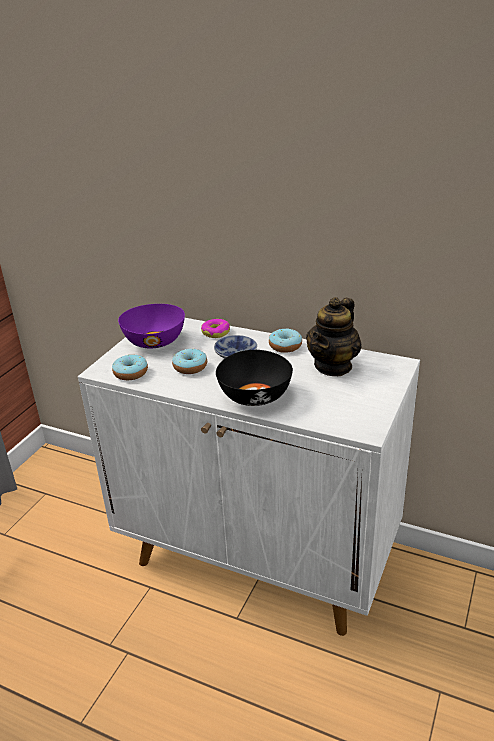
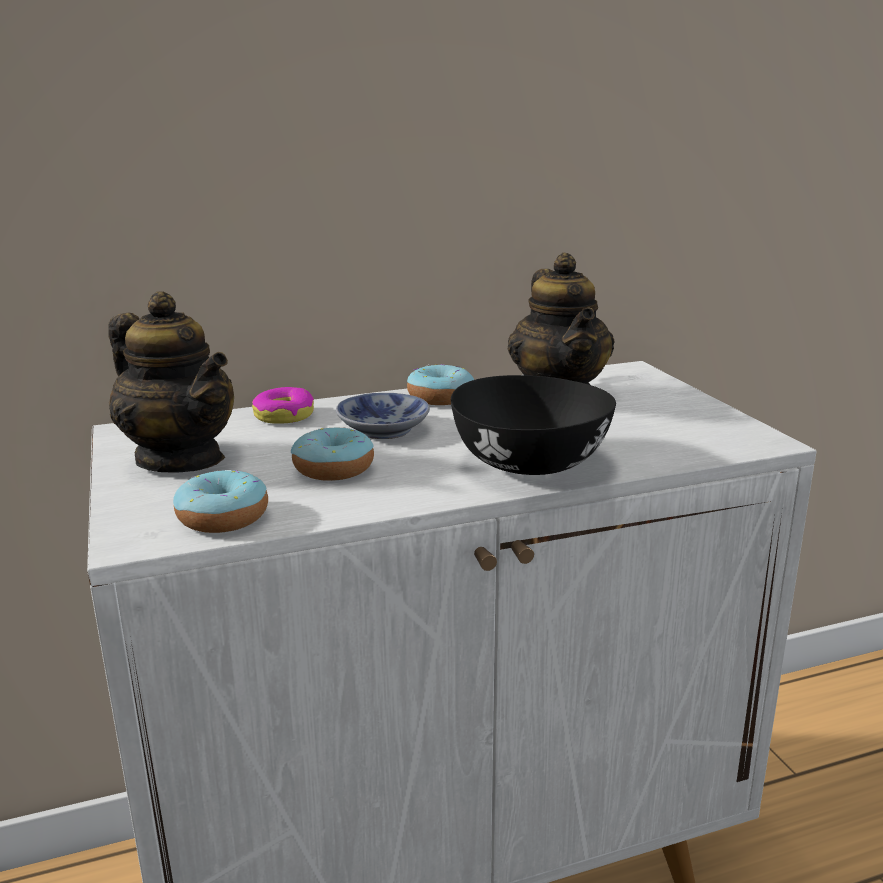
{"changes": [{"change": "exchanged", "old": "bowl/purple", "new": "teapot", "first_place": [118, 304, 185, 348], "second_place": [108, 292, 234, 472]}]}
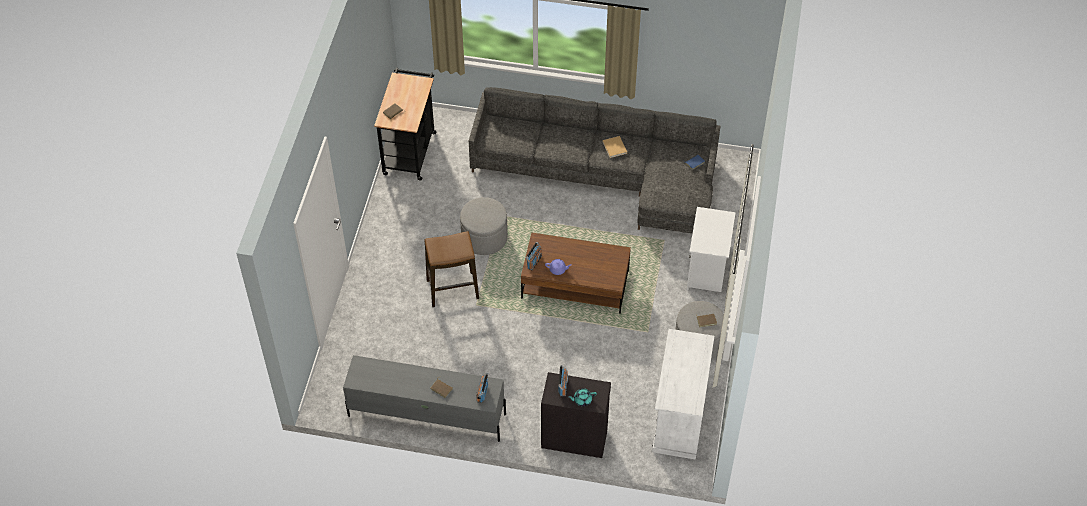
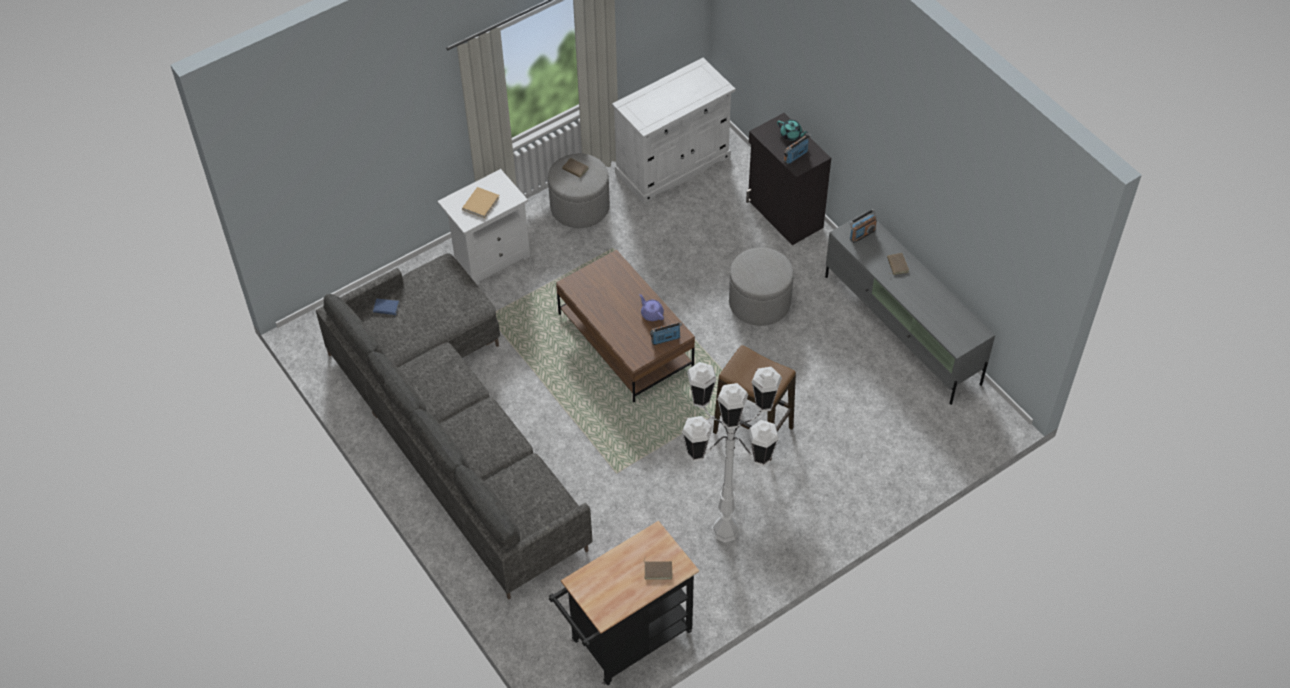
{"changes": [{"change": "relocated", "old": "book/beige", "first_place": [603, 136, 627, 158], "second_place": [462, 187, 500, 218]}, {"change": "relocated", "old": "ottoman/grey", "first_place": [460, 197, 508, 255], "second_place": [729, 248, 794, 326]}, {"change": "appeared", "new": "floor lamp/white", "second_place": [682, 362, 782, 543]}]}
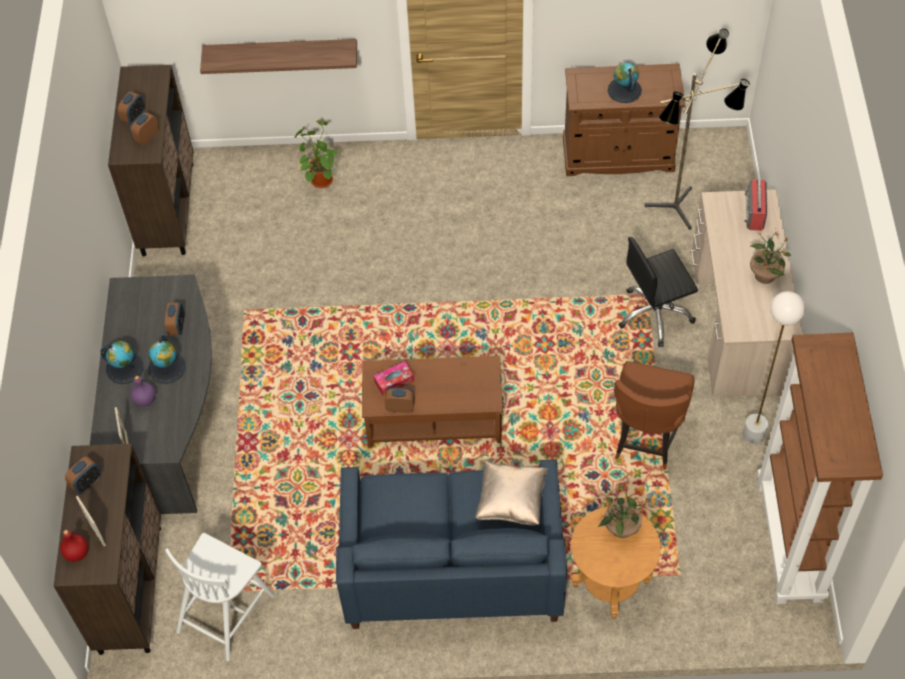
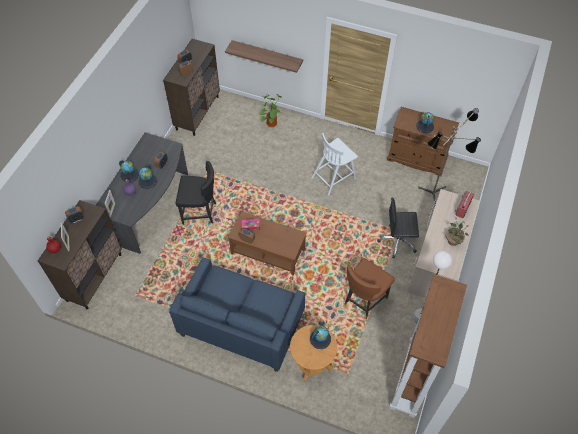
{"changes": [{"change": "missing", "old": "pillow/beige", "first_place": [475, 460, 549, 525]}, {"change": "exchanged", "old": "potted plant", "new": "globe", "first_place": [598, 487, 649, 538], "second_place": [310, 326, 331, 349]}, {"change": "relocated", "old": "chair/white", "first_place": [165, 533, 274, 661], "second_place": [311, 133, 358, 196]}, {"change": "appeared", "new": "chair/black", "second_place": [176, 161, 216, 225]}]}
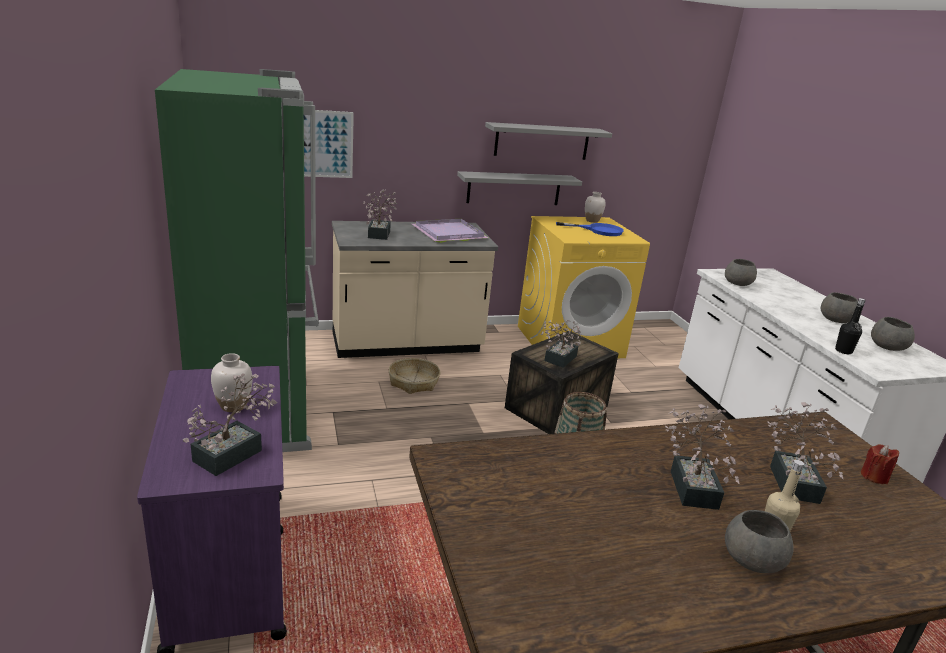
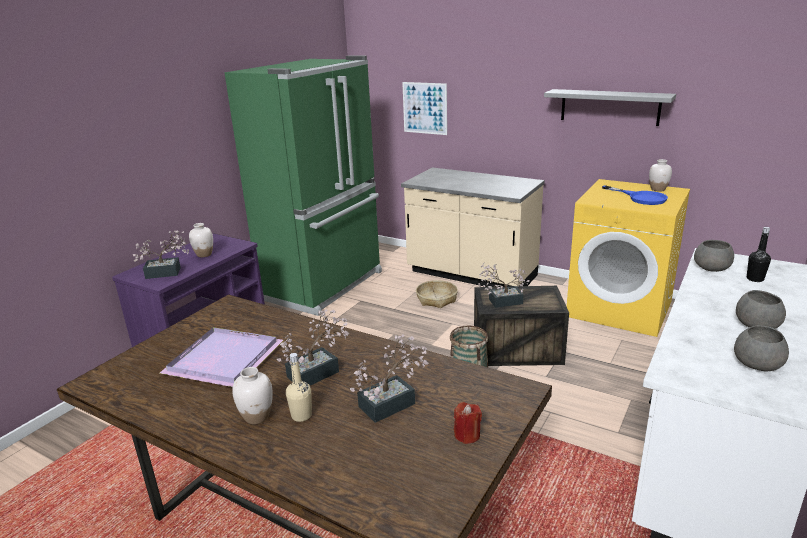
{"changes": [{"change": "missing", "old": "shelf/grey", "first_place": [457, 171, 582, 205]}, {"change": "missing", "old": "potted plant", "first_place": [364, 190, 397, 240]}, {"change": "relocated", "old": "tray/purple", "first_place": [412, 219, 488, 243], "second_place": [160, 327, 283, 387]}, {"change": "relocated", "old": "bottle/black", "first_place": [835, 298, 866, 354], "second_place": [747, 227, 771, 282]}, {"change": "exchanged", "old": "bowl/grey", "new": "vase/white", "first_place": [725, 510, 794, 573], "second_place": [232, 367, 273, 424]}]}
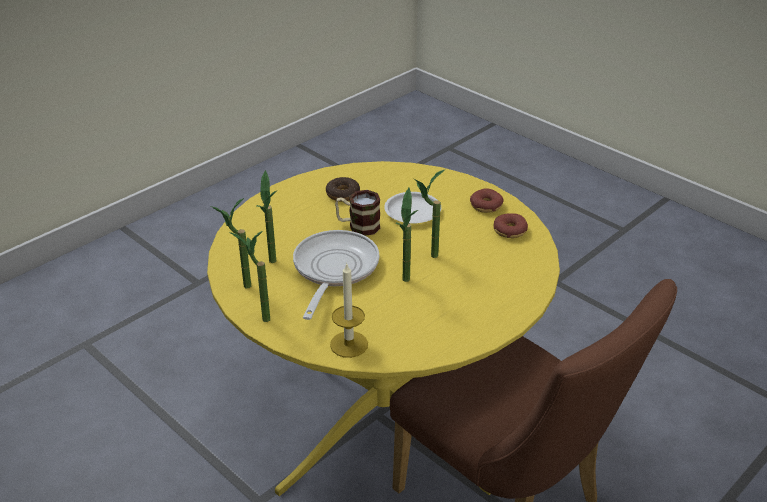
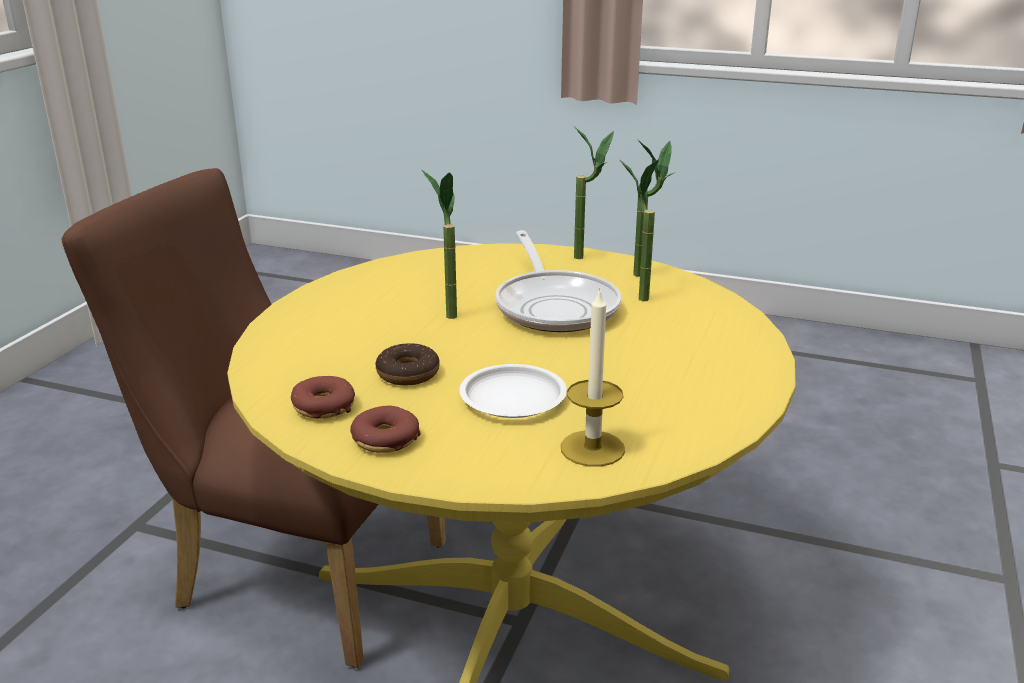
{"changes": [{"change": "missing", "old": "potted plant", "first_place": [414, 170, 444, 258]}, {"change": "relocated", "old": "donut", "first_place": [326, 177, 360, 202], "second_place": [376, 343, 440, 385]}, {"change": "missing", "old": "mug", "first_place": [335, 190, 381, 236]}, {"change": "relocated", "old": "candle", "first_place": [330, 263, 368, 358], "second_place": [561, 288, 625, 467]}]}
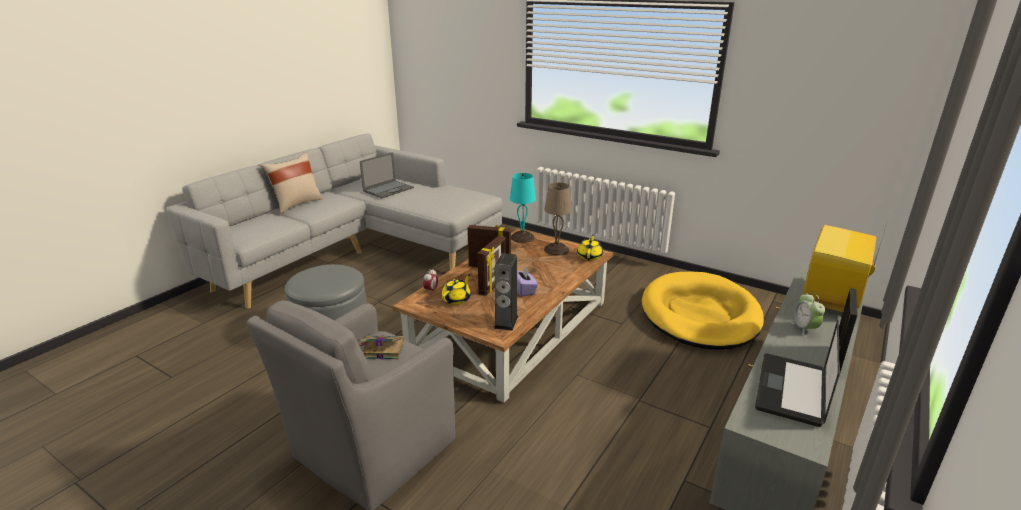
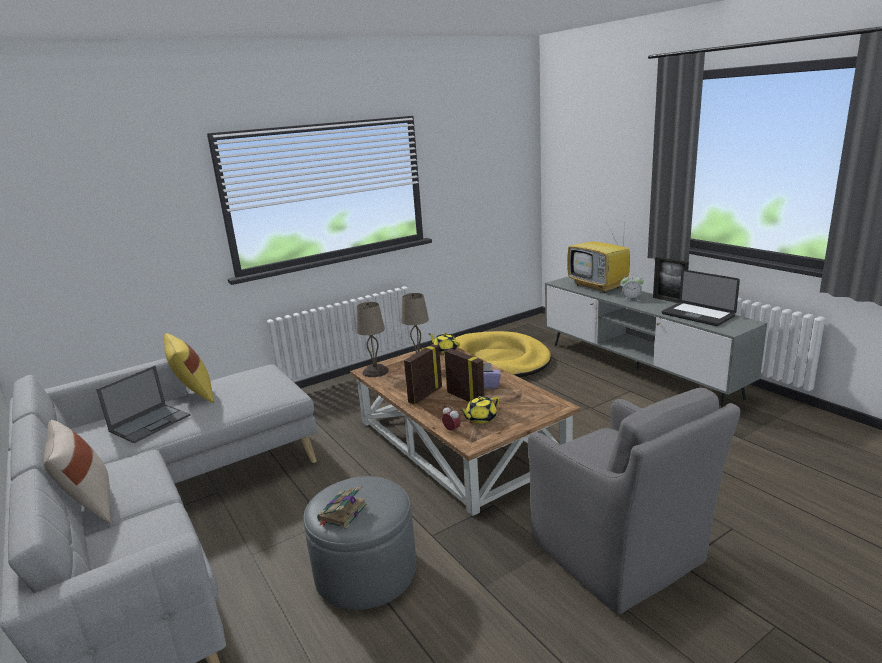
{"changes": [{"change": "spun", "old": "laptop", "first_place": [360, 152, 414, 198], "second_place": [96, 365, 190, 443], "degrees": 60}, {"change": "colour", "old": "table lamp/turquoise", "new": "table lamp/beige", "first_place": [510, 173, 536, 243], "second_place": [356, 302, 389, 377]}, {"change": "missing", "old": "speaker", "first_place": [494, 253, 518, 331]}, {"change": "spun", "old": "teapot/yellow", "first_place": [442, 274, 471, 305], "second_place": [460, 396, 499, 424], "degrees": -90}, {"change": "relocated", "old": "book", "first_place": [359, 336, 404, 359], "second_place": [317, 486, 367, 529]}, {"change": "appeared", "new": "pillow/yellow", "second_place": [164, 333, 214, 403]}]}
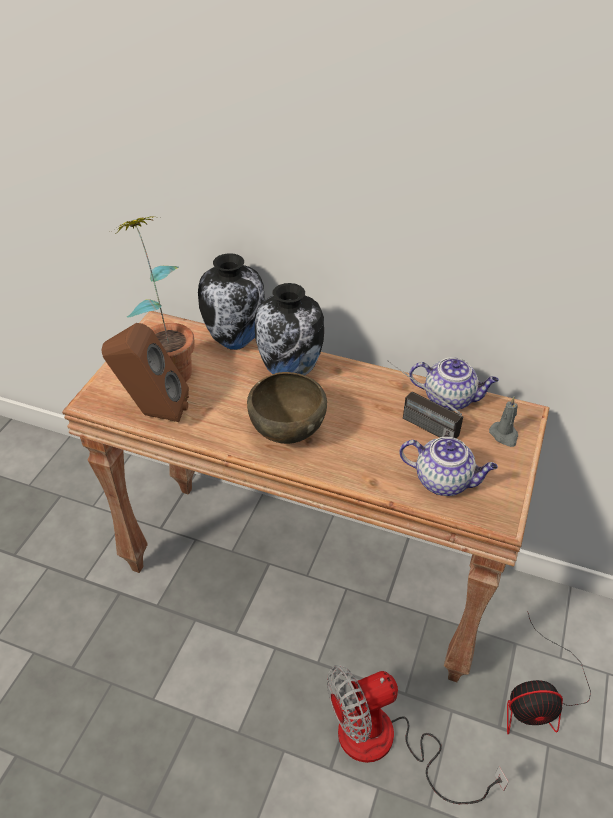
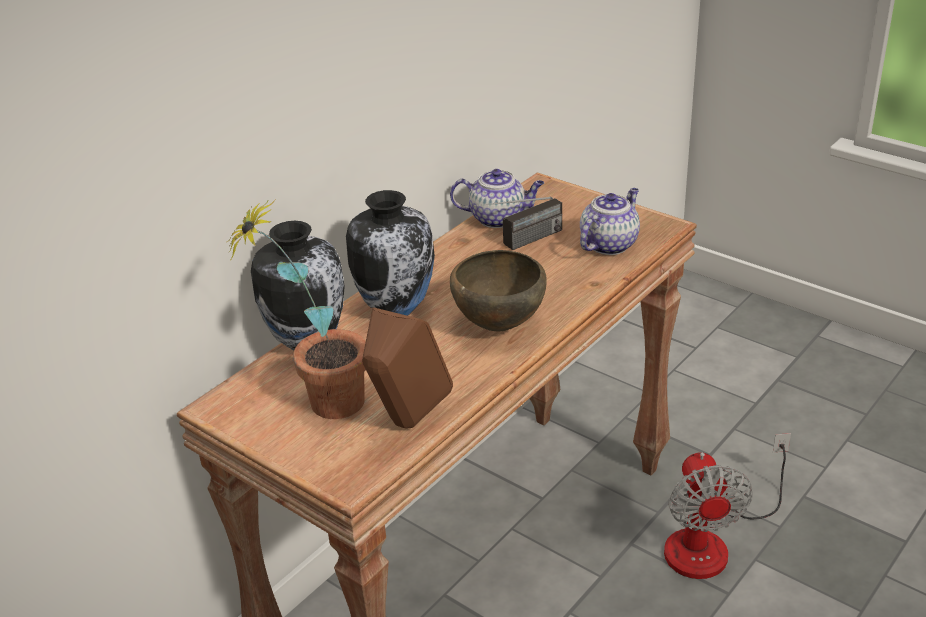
{"changes": [{"change": "spun", "old": "teapot", "first_place": [409, 357, 499, 411], "second_place": [450, 169, 544, 228], "degrees": 60}, {"change": "missing", "old": "candle/grey", "first_place": [489, 397, 518, 447]}, {"change": "missing", "old": "fan", "first_place": [507, 611, 591, 734]}]}
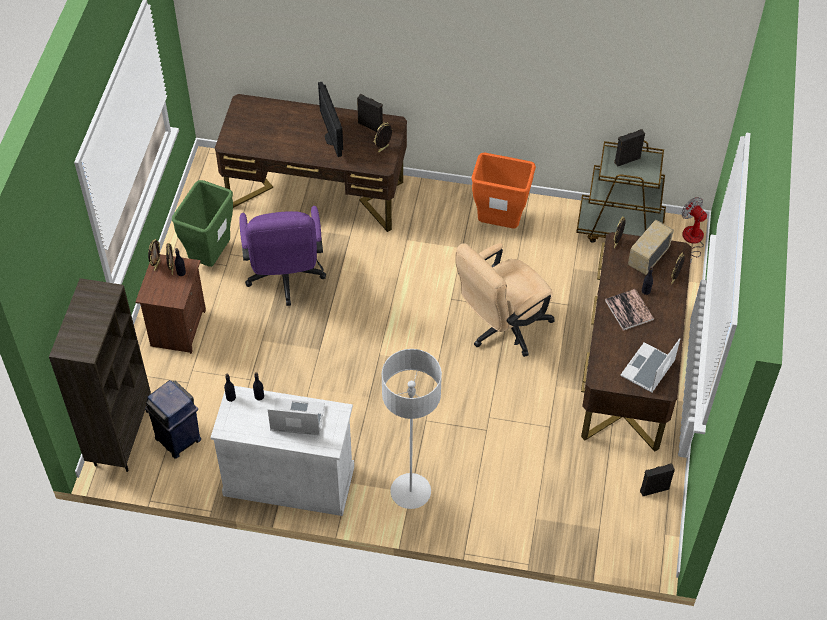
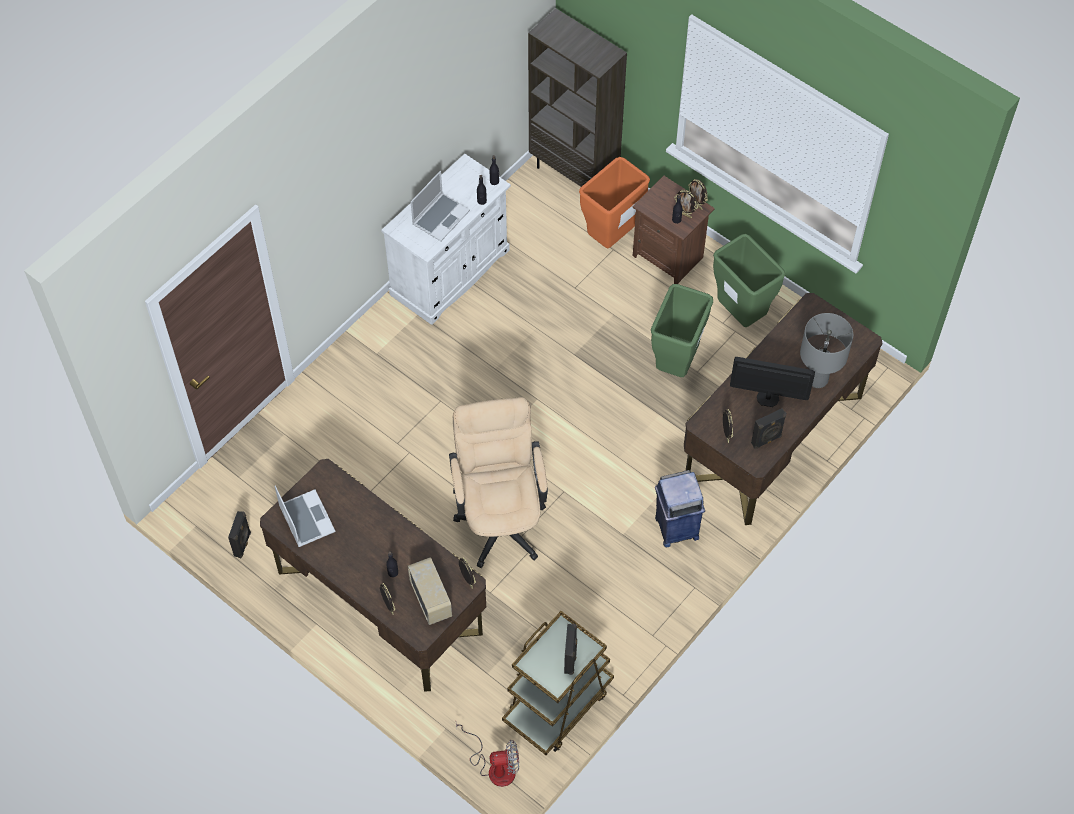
{"changes": [{"change": "relocated", "old": "trash can/orange", "first_place": [471, 153, 536, 229], "second_place": [579, 157, 650, 248]}, {"change": "exchanged", "old": "office chair/purple", "new": "trash can/green", "first_place": [239, 206, 326, 306], "second_place": [651, 284, 713, 377]}, {"change": "missing", "old": "book", "first_place": [605, 289, 654, 331]}, {"change": "missing", "old": "floor lamp/grey", "first_place": [382, 349, 442, 509]}, {"change": "relocated", "old": "trash can/blue", "first_place": [145, 380, 201, 459], "second_place": [655, 470, 705, 547]}, {"change": "appeared", "new": "table lamp/grey", "second_place": [800, 313, 853, 388]}]}
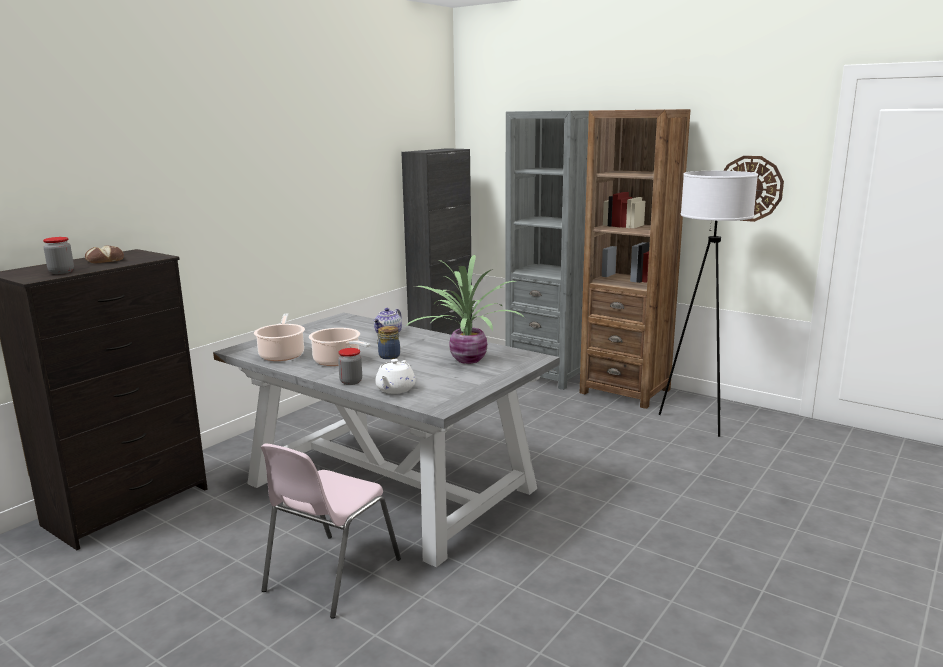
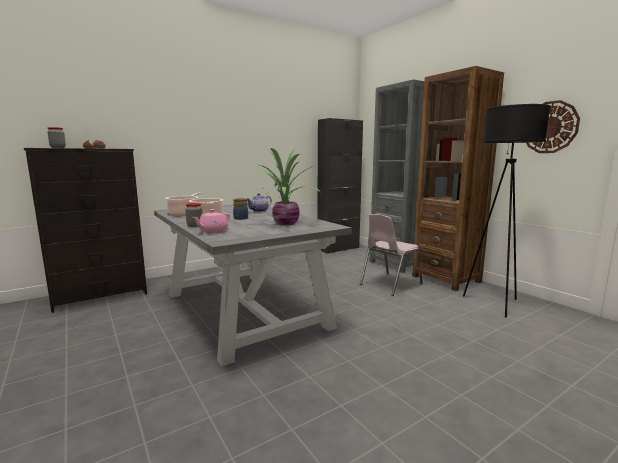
{"changes": [{"change": "colour", "old": "floor lamp/white", "new": "floor lamp/black", "first_place": [659, 171, 758, 437], "second_place": [463, 104, 550, 317]}, {"change": "colour", "old": "teapot/white", "new": "teapot/pink", "first_place": [375, 359, 416, 394], "second_place": [192, 209, 230, 233]}, {"change": "relocated", "old": "chair/pink", "first_place": [261, 443, 401, 619], "second_place": [360, 214, 423, 296]}]}
